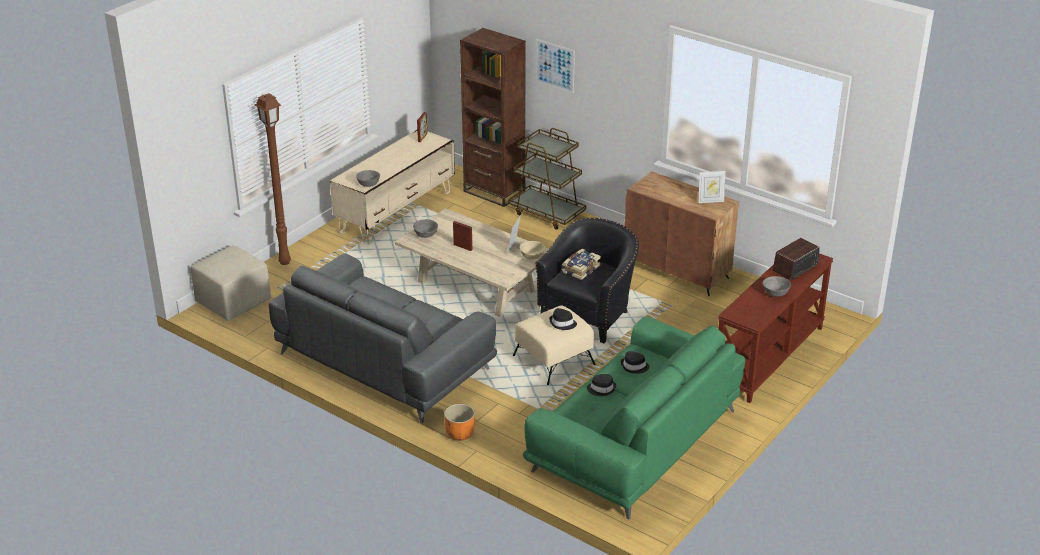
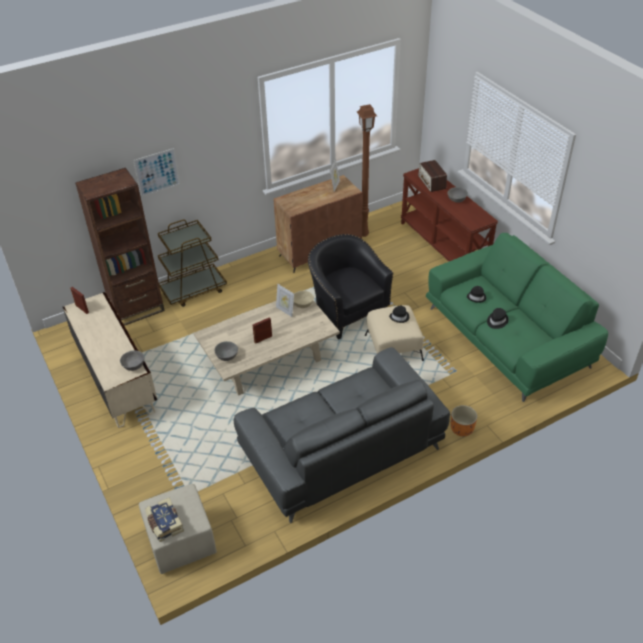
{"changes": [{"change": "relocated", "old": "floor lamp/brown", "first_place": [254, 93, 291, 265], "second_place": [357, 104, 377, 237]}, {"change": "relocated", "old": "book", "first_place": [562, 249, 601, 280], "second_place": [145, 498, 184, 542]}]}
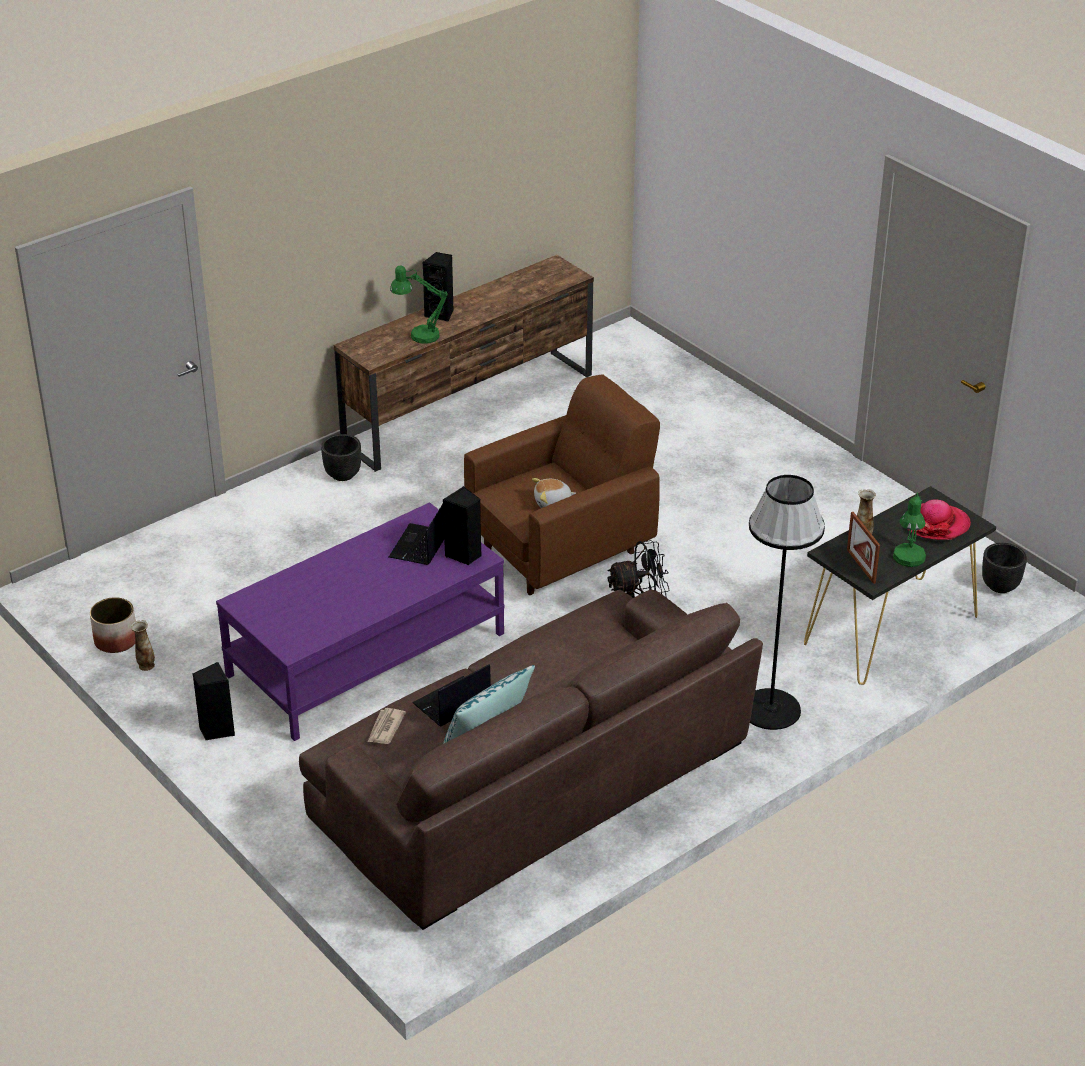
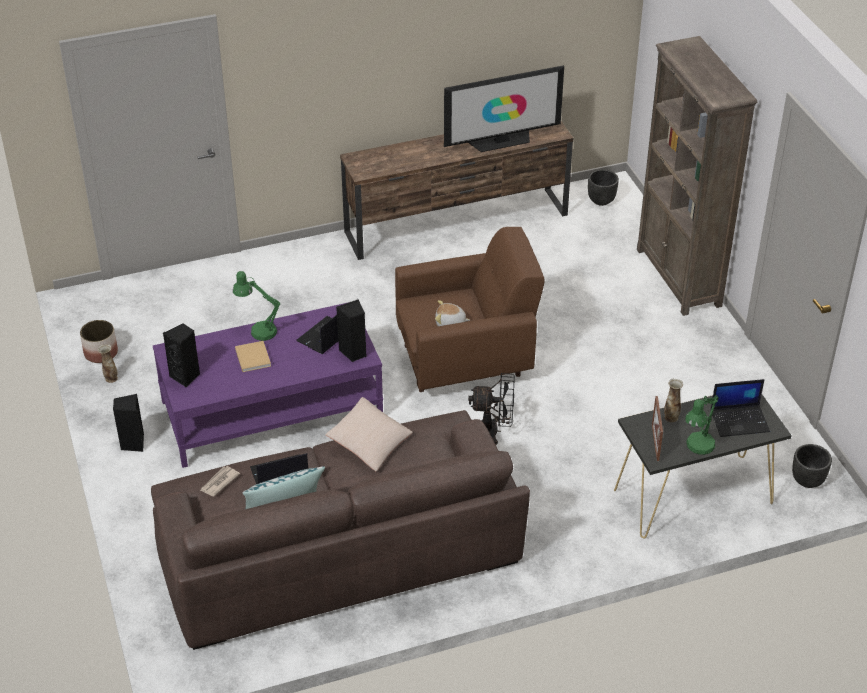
{"changes": [{"change": "relocated", "old": "speaker/black", "first_place": [423, 252, 454, 322], "second_place": [163, 323, 200, 387]}, {"change": "relocated", "old": "table lamp/green", "first_place": [390, 265, 448, 344], "second_place": [233, 271, 281, 341]}, {"change": "relocated", "old": "planter/black", "first_place": [321, 434, 361, 481], "second_place": [588, 169, 619, 206]}, {"change": "missing", "old": "floor lamp/black", "first_place": [749, 475, 825, 730]}, {"change": "exchanged", "old": "hat", "new": "laptop", "first_place": [906, 499, 971, 540], "second_place": [711, 379, 770, 437]}, {"change": "appeared", "new": "bookcase/brown", "second_place": [637, 36, 757, 316]}, {"change": "appeared", "new": "television", "second_place": [444, 65, 564, 152]}, {"change": "appeared", "new": "book/beige", "second_place": [235, 341, 271, 372]}, {"change": "appeared", "new": "pillow/beige", "second_place": [325, 397, 413, 472]}]}
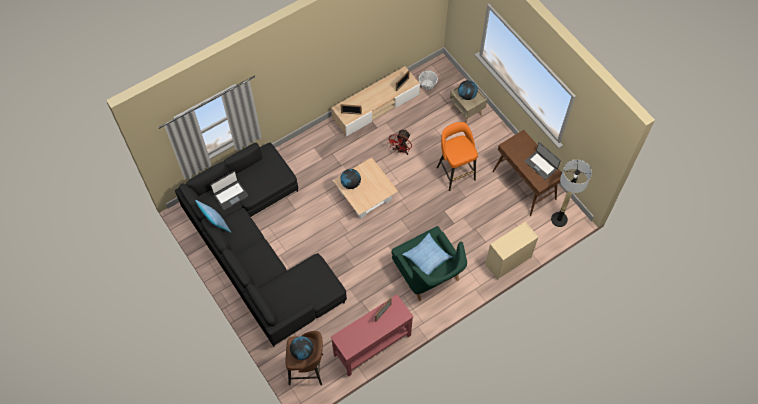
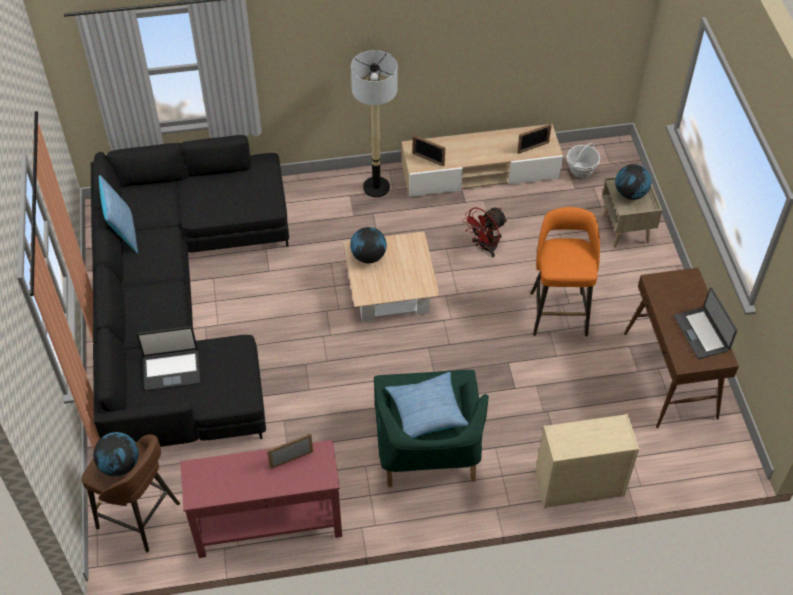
{"changes": [{"change": "relocated", "old": "floor lamp", "first_place": [551, 159, 592, 227], "second_place": [351, 50, 398, 197]}, {"change": "relocated", "old": "laptop", "first_place": [210, 171, 248, 210], "second_place": [137, 326, 200, 391]}]}
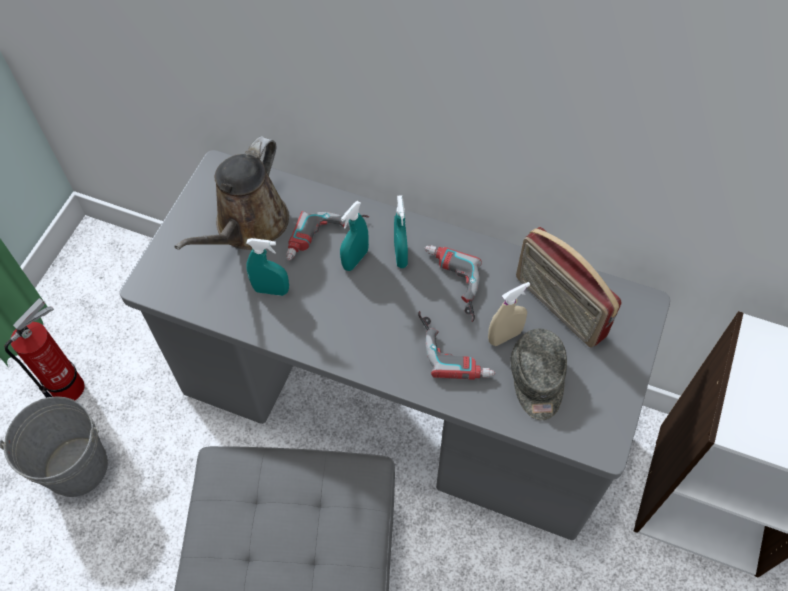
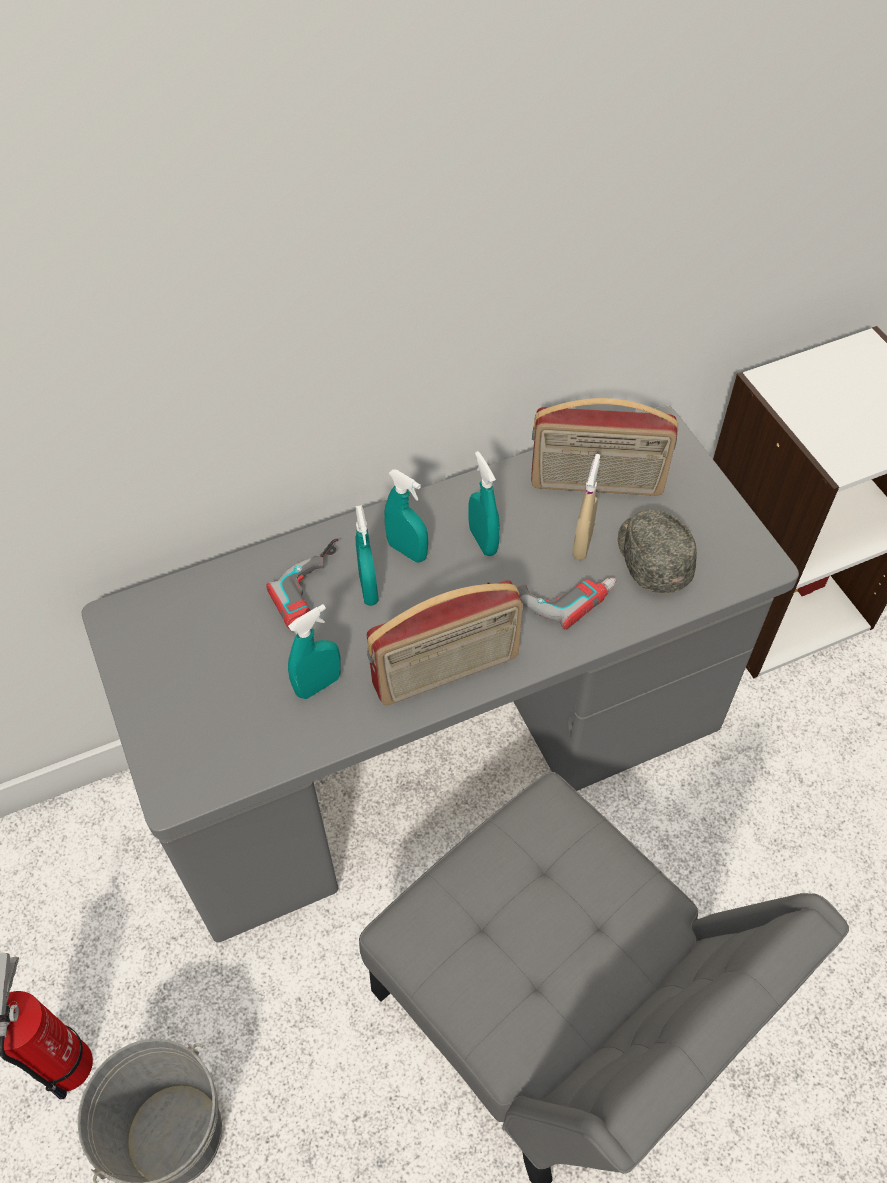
{"changes": [{"change": "missing", "old": "watering can/brown", "first_place": [174, 136, 289, 250]}, {"change": "exchanged", "old": "power drill", "new": "spray bottle/turquoise", "first_place": [425, 245, 482, 322], "second_place": [469, 451, 500, 556]}, {"change": "spun", "old": "cap/grey", "first_place": [511, 328, 567, 420], "second_place": [618, 510, 697, 593], "degrees": -150}, {"change": "appeared", "new": "radio", "second_place": [366, 580, 523, 705]}]}
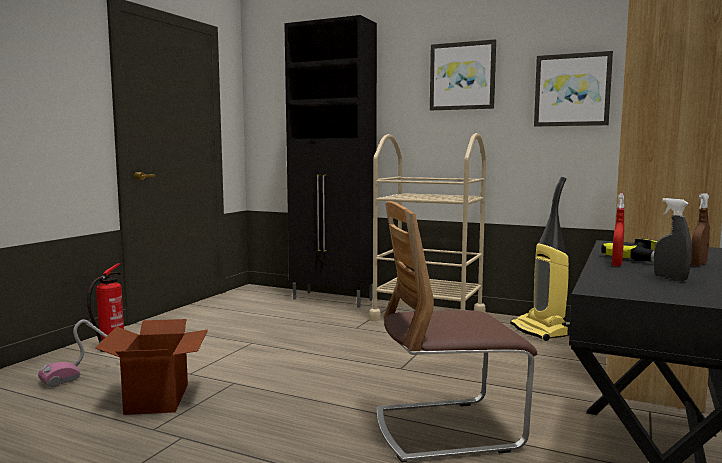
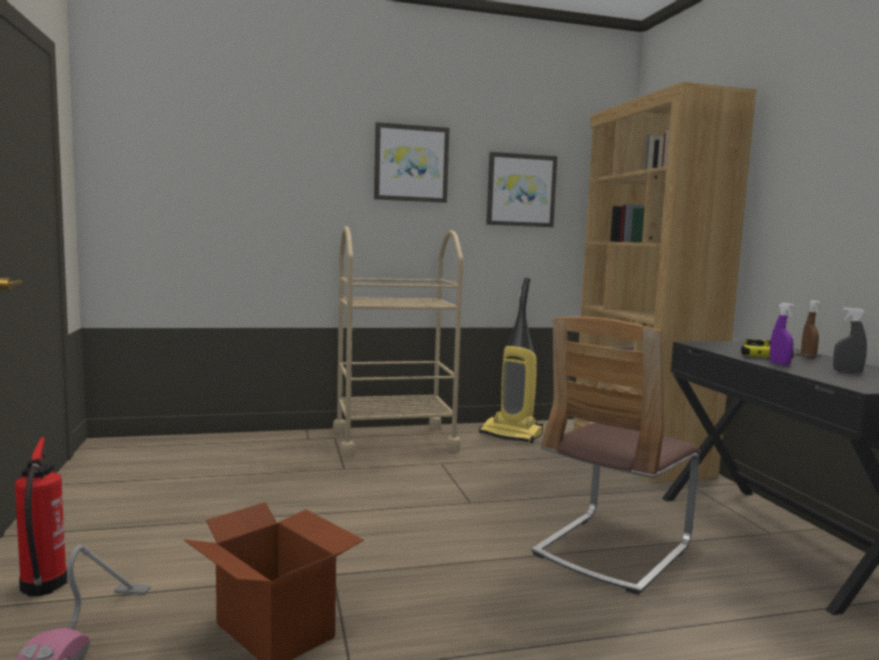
{"changes": [{"change": "missing", "old": "cabinet/black", "first_place": [284, 15, 377, 308]}, {"change": "colour", "old": "spray bottle/red", "new": "spray bottle/purple", "first_place": [612, 193, 624, 266], "second_place": [769, 303, 795, 365]}]}
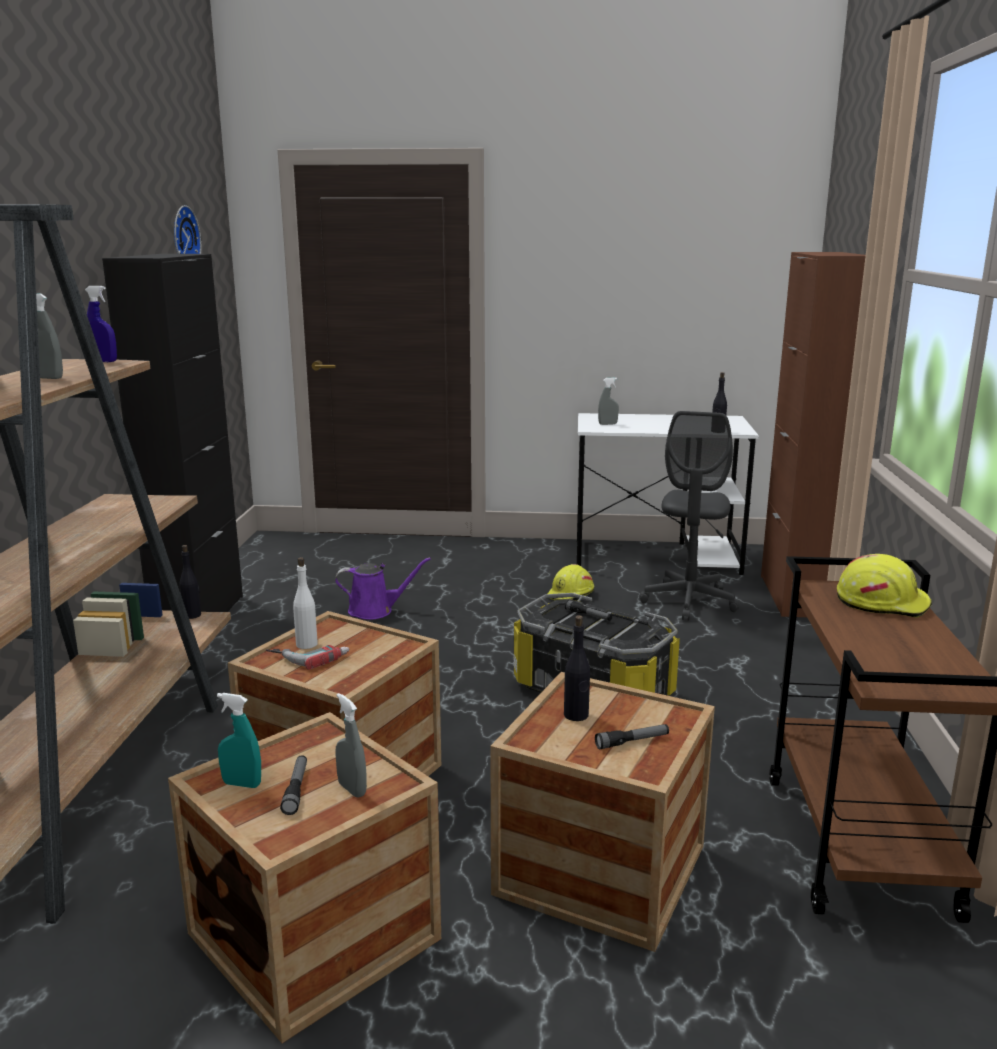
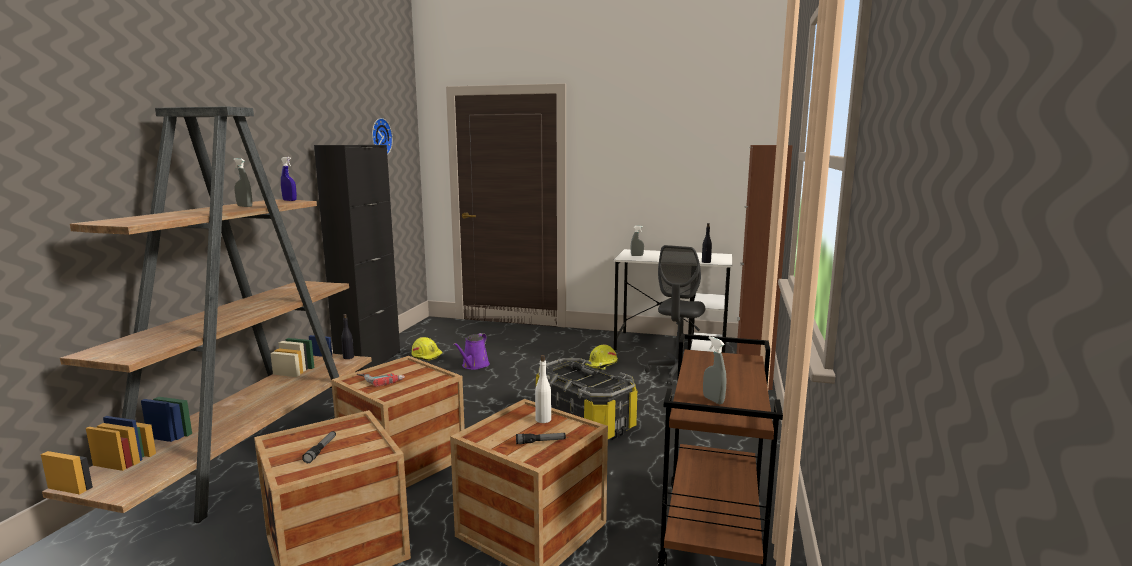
{"changes": [{"change": "relocated", "old": "hard hat/yellow", "first_place": [837, 554, 932, 618], "second_place": [412, 337, 443, 361]}, {"change": "relocated", "old": "bottle/white", "first_place": [293, 557, 318, 649], "second_place": [535, 355, 551, 423]}, {"change": "spun", "old": "watering can/purple", "first_place": [335, 557, 431, 620], "second_place": [453, 333, 490, 370], "degrees": 105}, {"change": "missing", "old": "bottle/black", "first_place": [564, 615, 590, 721]}, {"change": "missing", "old": "spray bottle/turquoise", "first_place": [217, 693, 261, 788]}, {"change": "relocated", "old": "spray bottle/grey", "first_place": [335, 693, 367, 798], "second_place": [703, 336, 726, 404]}]}
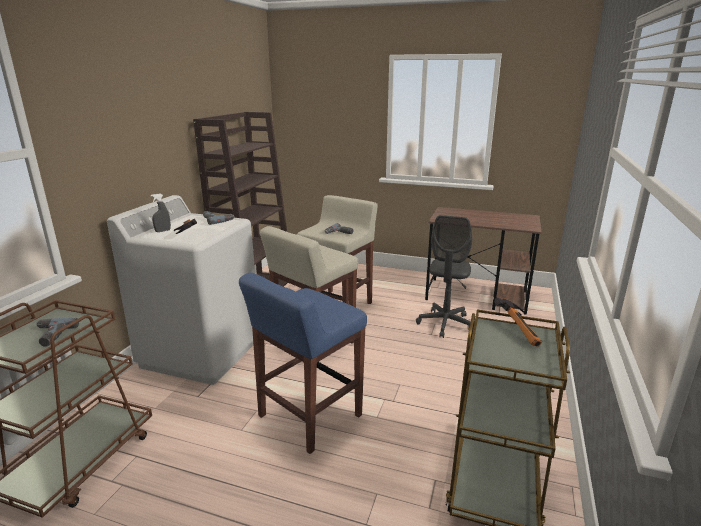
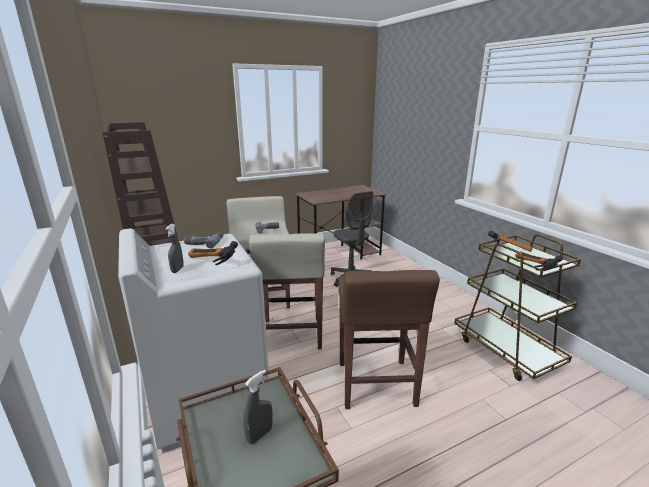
{"changes": [{"change": "colour", "old": "stool/blue", "new": "stool/brown", "first_place": [239, 272, 367, 454], "second_place": [338, 270, 440, 409]}, {"change": "exchanged", "old": "power drill", "new": "spray bottle/grey", "first_place": [36, 318, 79, 347], "second_place": [243, 369, 273, 444]}, {"change": "appeared", "new": "hammer", "second_place": [516, 251, 563, 270]}]}
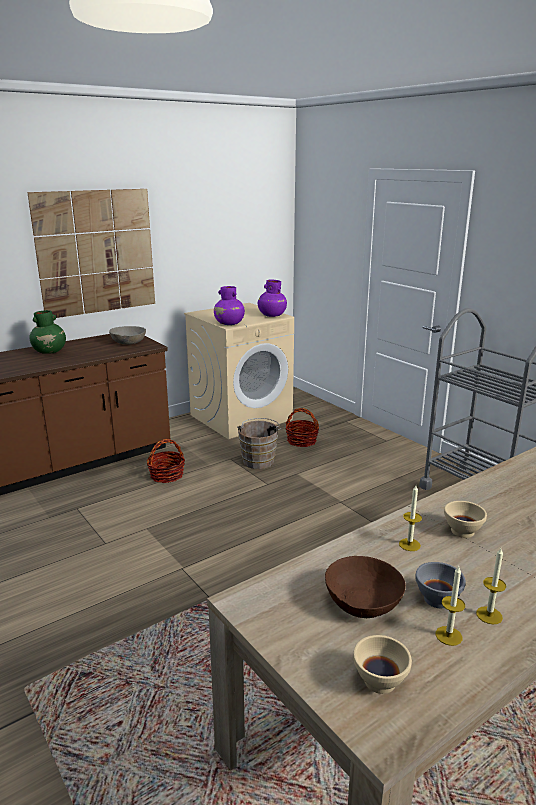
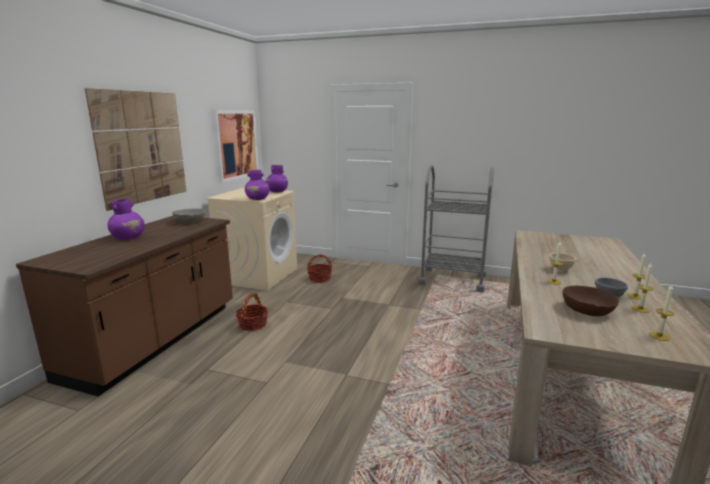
{"changes": [{"change": "colour", "old": "vase/green", "new": "vase/purple", "first_place": [29, 310, 66, 354], "second_place": [107, 199, 145, 240]}, {"change": "missing", "old": "bucket/brown", "first_place": [237, 418, 282, 469]}, {"change": "exchanged", "old": "bowl/beige", "new": "candle", "first_place": [353, 635, 412, 694], "second_place": [649, 284, 674, 341]}, {"change": "appeared", "new": "picture", "second_place": [213, 110, 259, 183]}]}
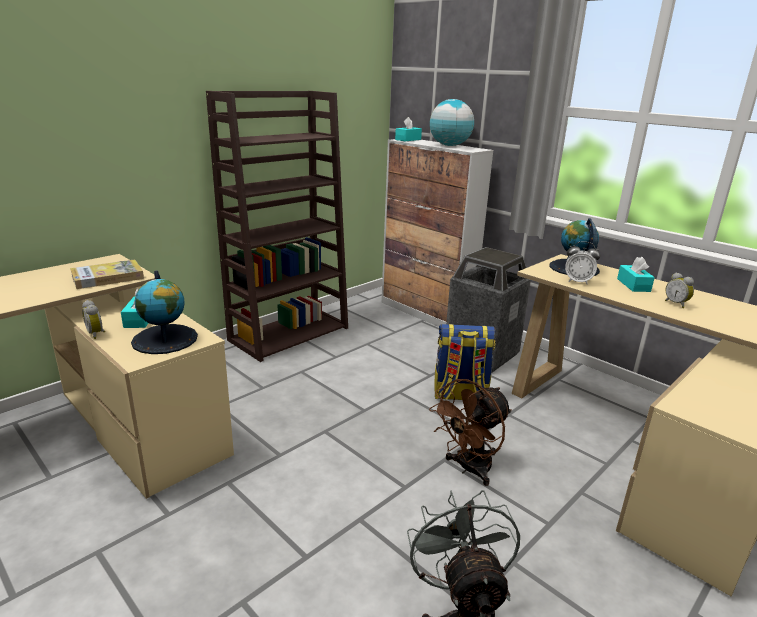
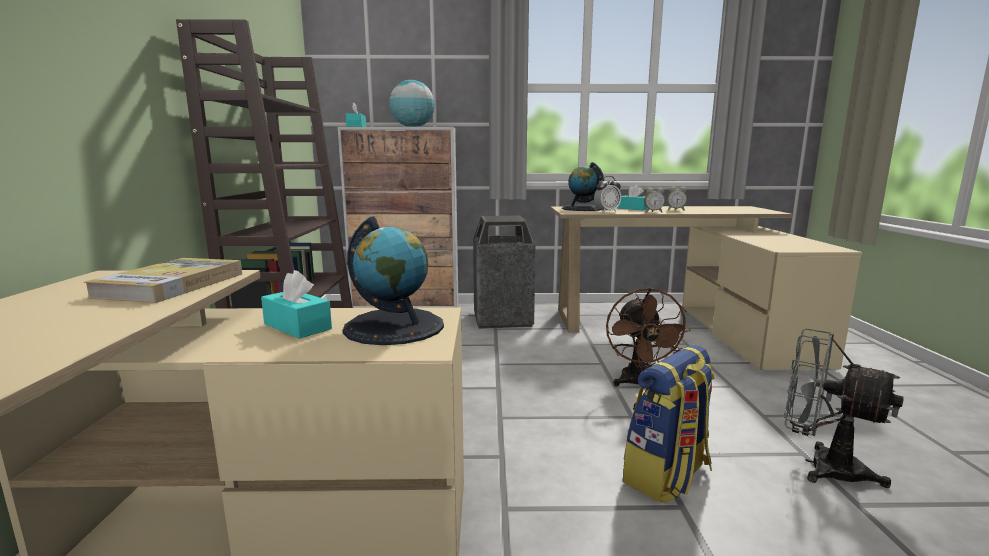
{"changes": [{"change": "relocated", "old": "alarm clock", "first_place": [82, 300, 105, 339], "second_place": [644, 188, 665, 213]}, {"change": "relocated", "old": "backpack", "first_place": [435, 324, 495, 400], "second_place": [623, 345, 715, 504]}]}
